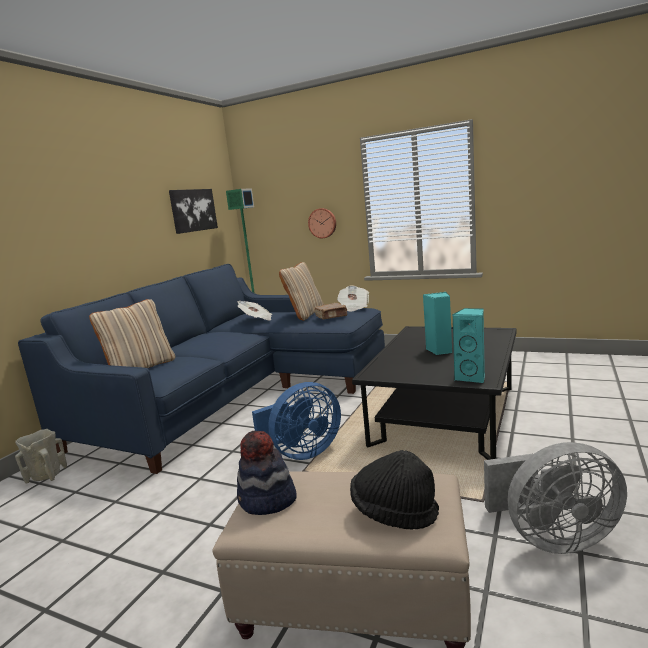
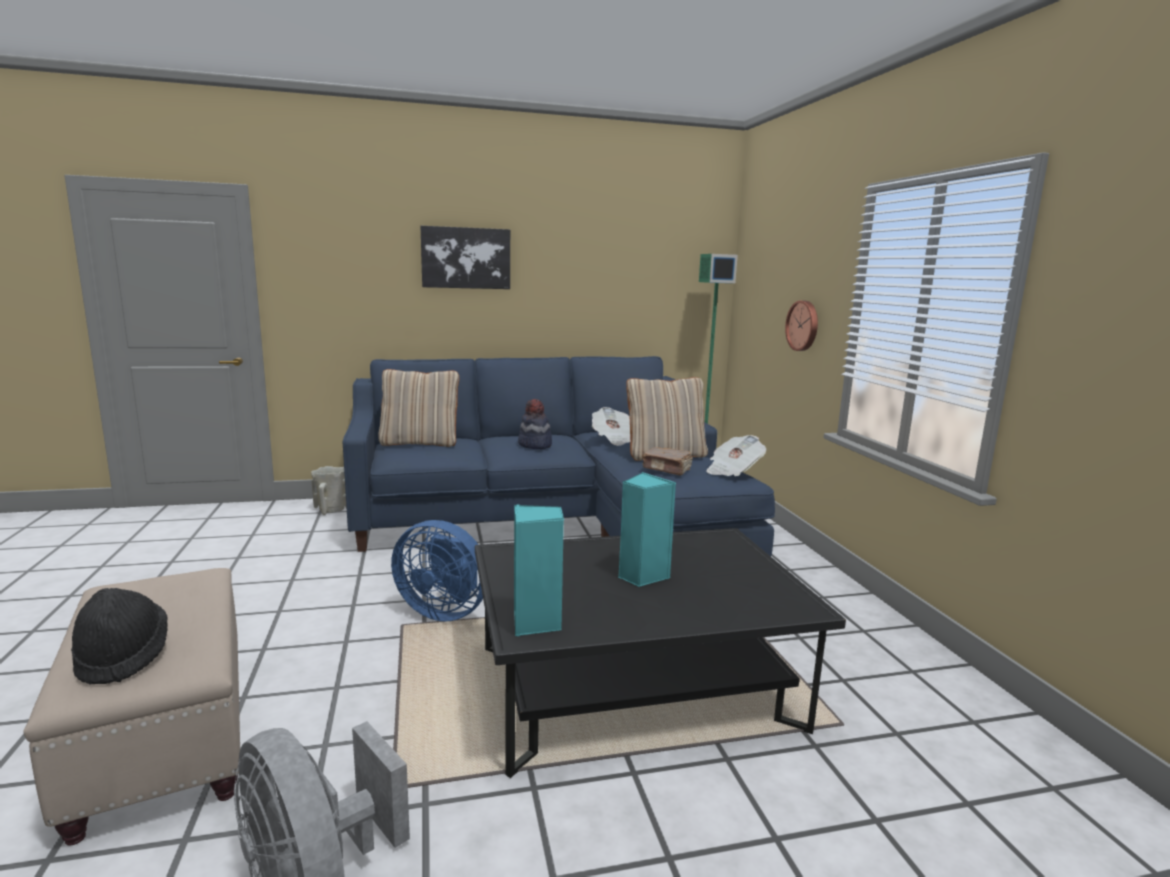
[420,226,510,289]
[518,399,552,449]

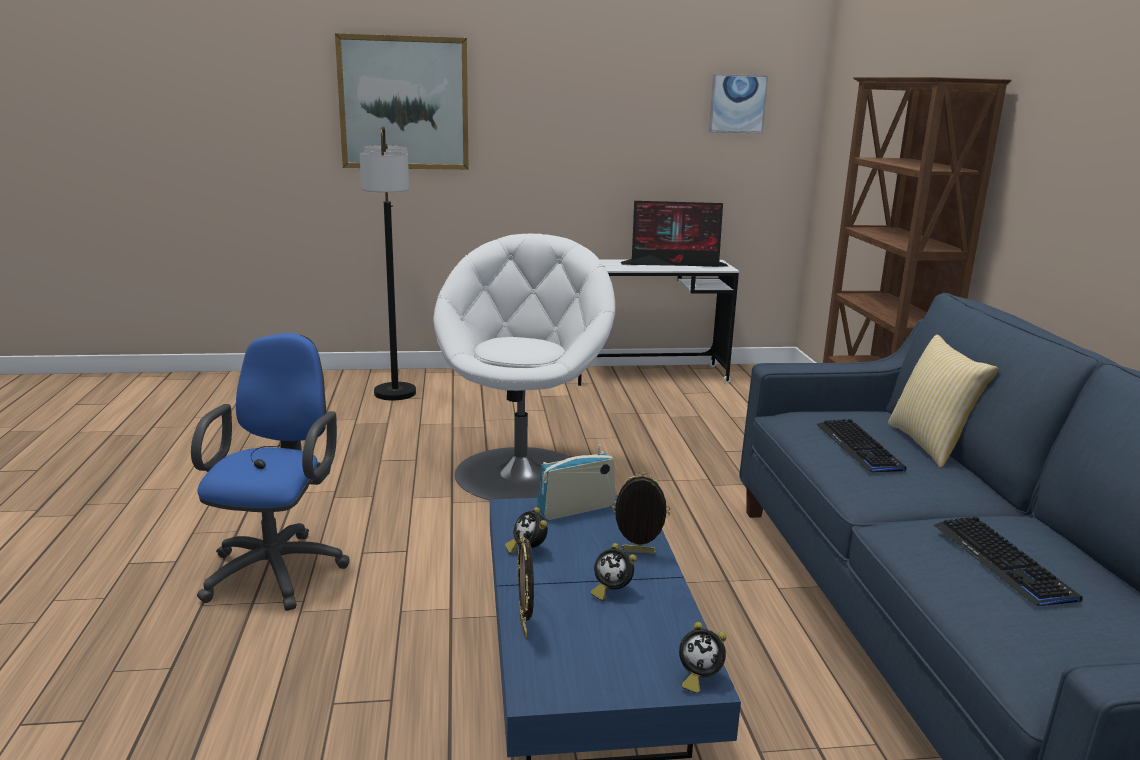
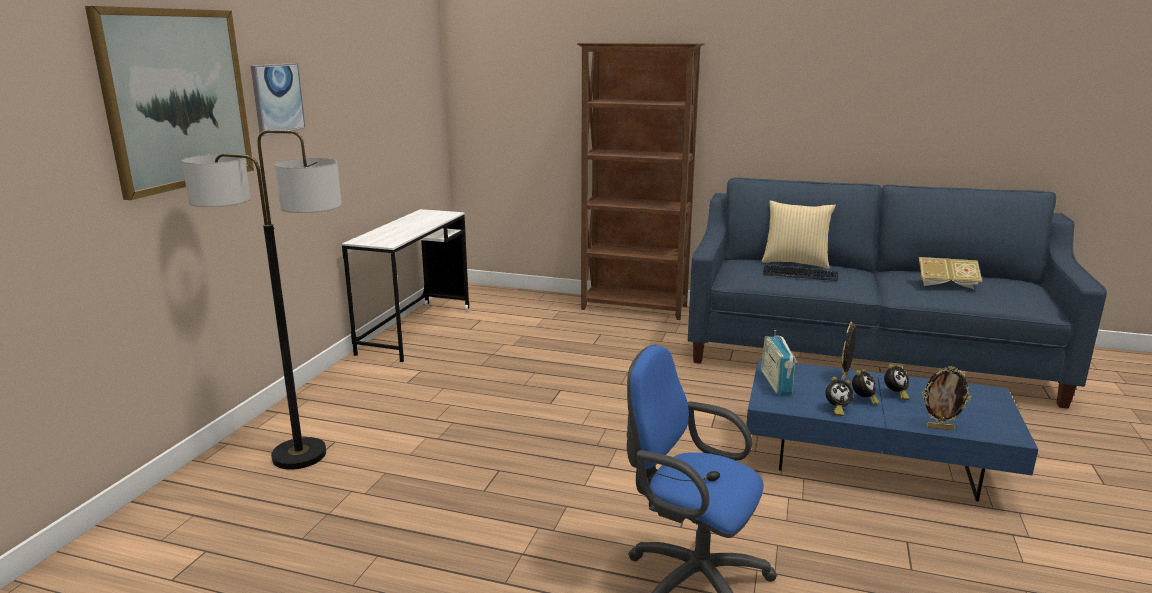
[251,63,306,136]
[621,201,729,267] (first image)
[433,234,615,500] (first image)
[919,257,982,289]
[852,369,880,405]

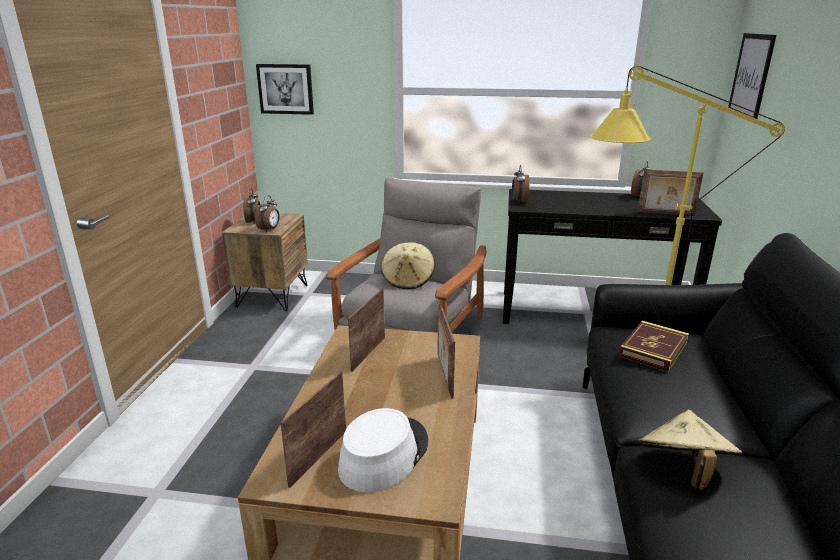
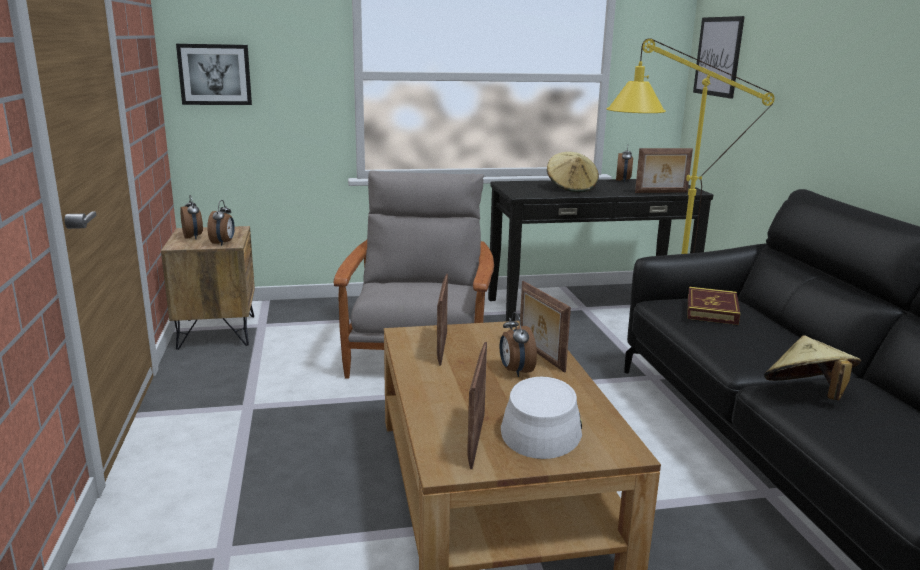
[500,312,537,377]
[547,152,599,193]

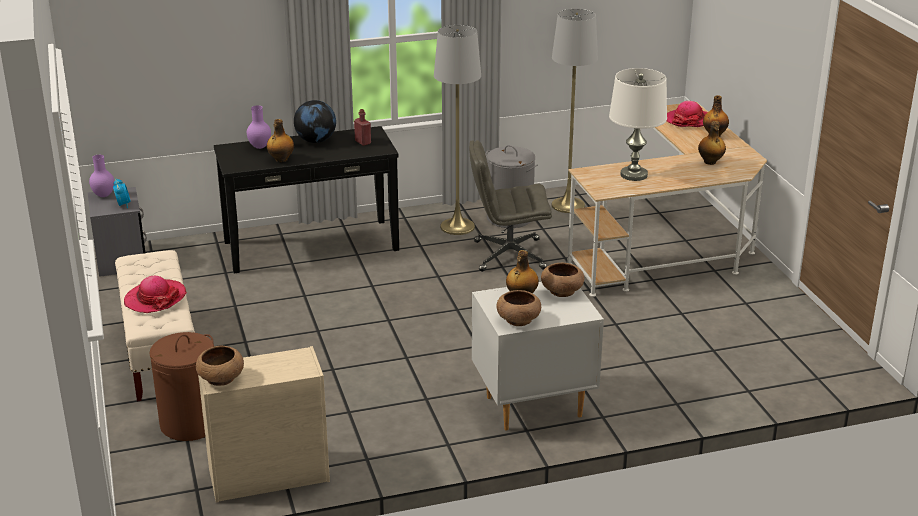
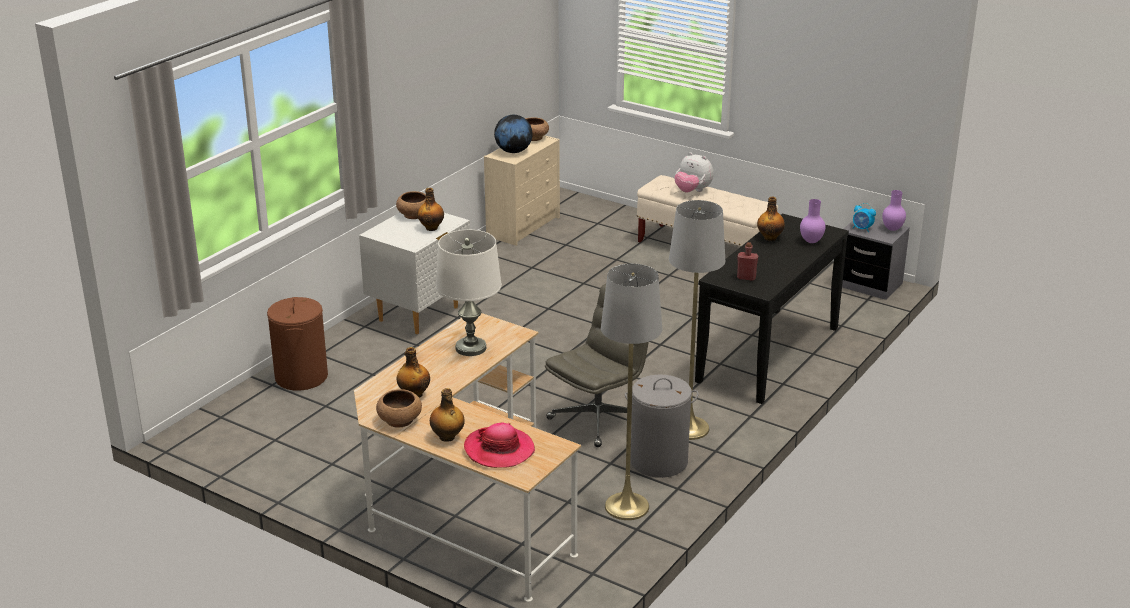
[494,115,533,153]
[376,389,422,428]
[674,152,714,193]
[267,297,328,390]

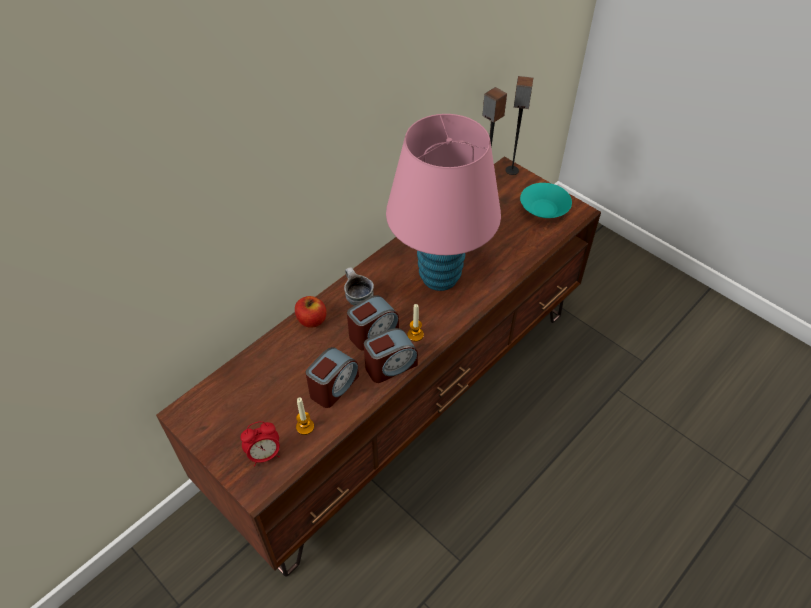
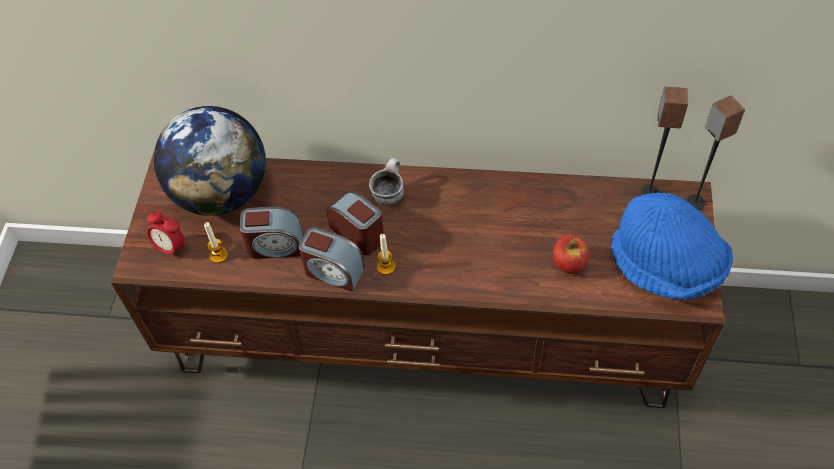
[386,114,501,291] (first image)
[611,193,733,300]
[327,191,384,255]
[553,234,589,274]
[154,106,266,216]

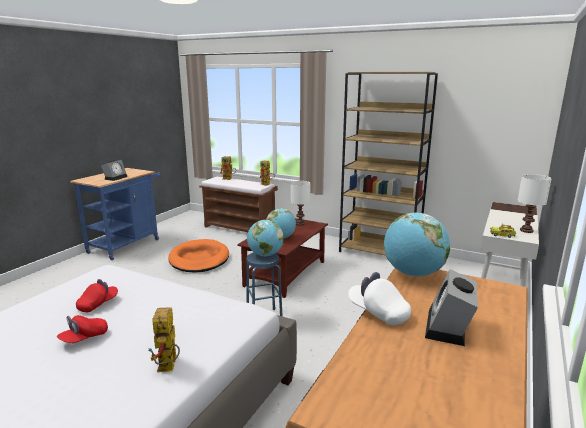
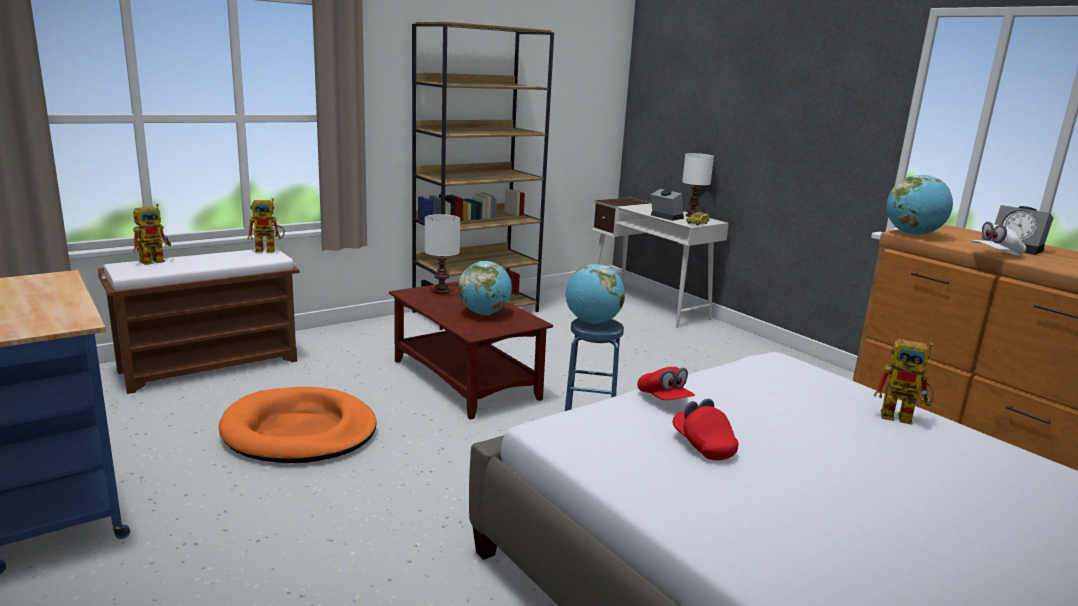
[651,189,684,221]
[638,367,695,400]

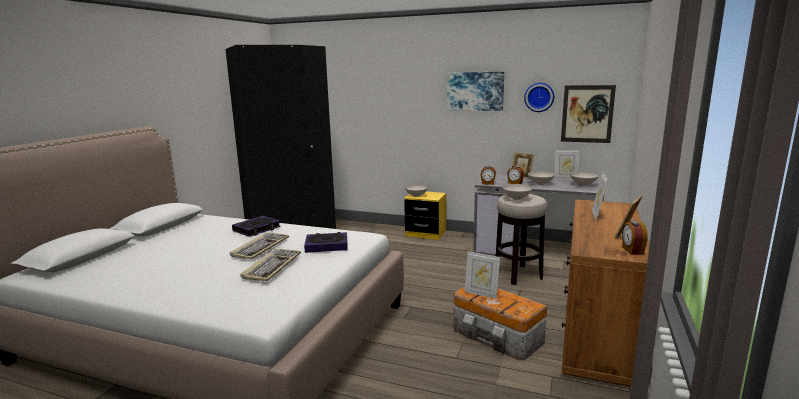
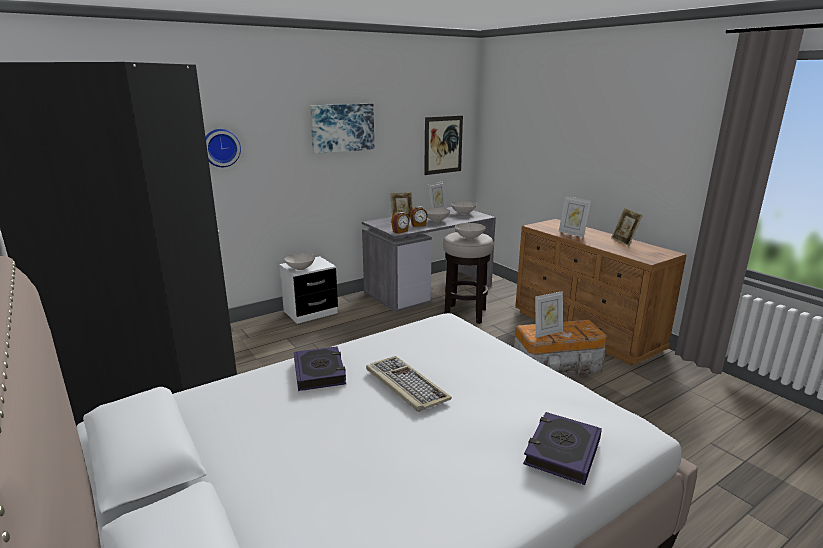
[205,129,241,167]
[279,256,338,324]
[622,221,648,255] (first image)
[523,412,602,485]
[241,248,301,281] (first image)

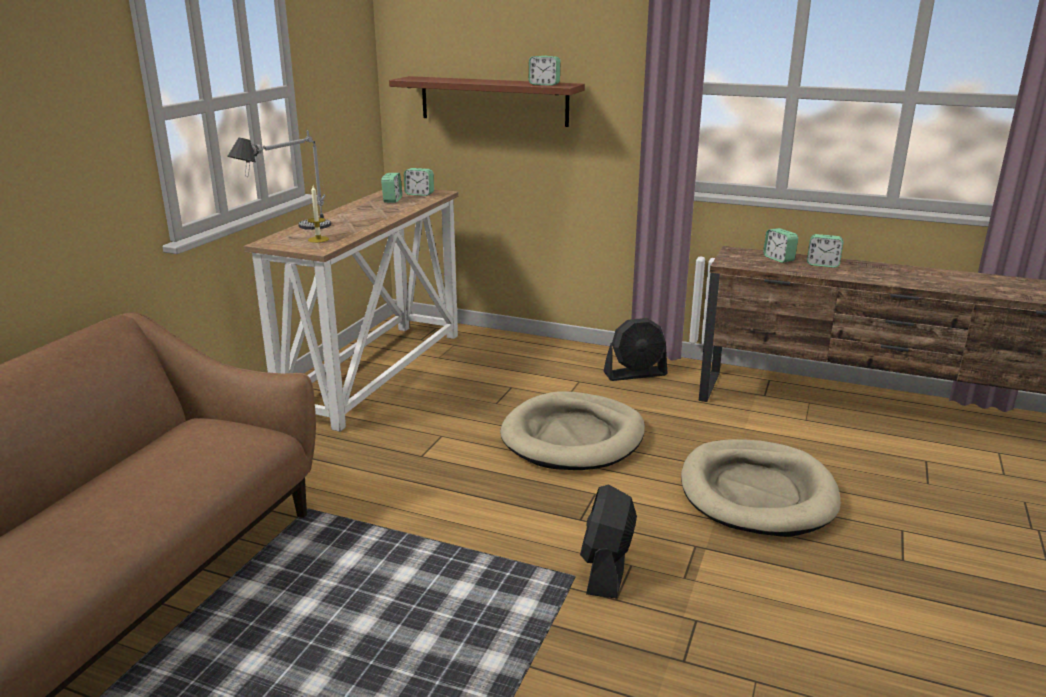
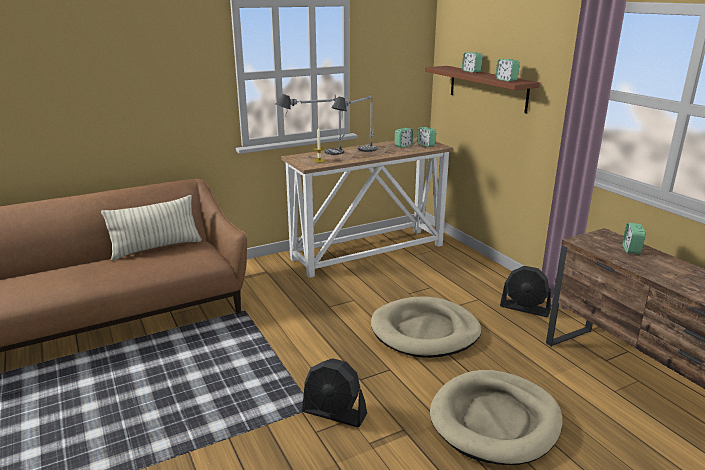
[462,52,483,73]
[302,358,367,427]
[331,92,377,152]
[101,195,202,261]

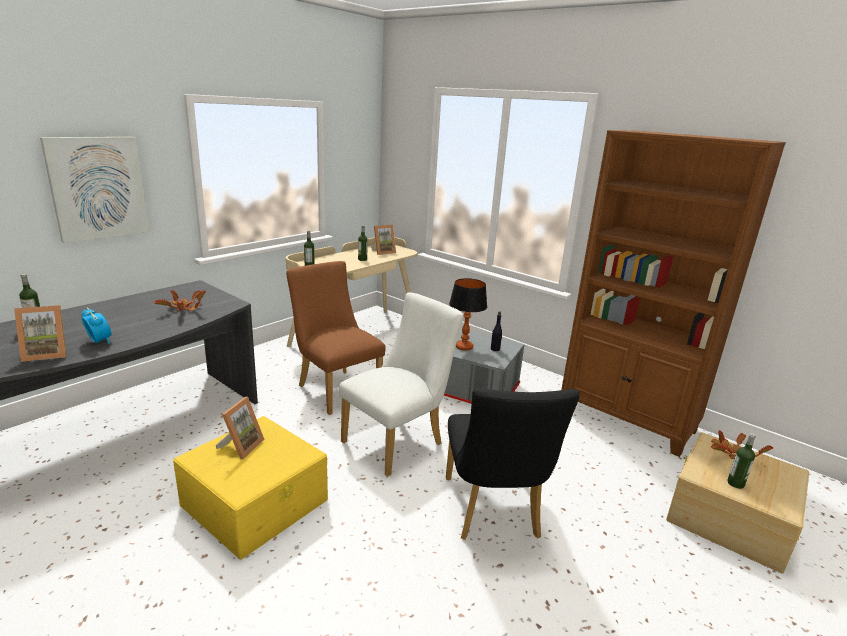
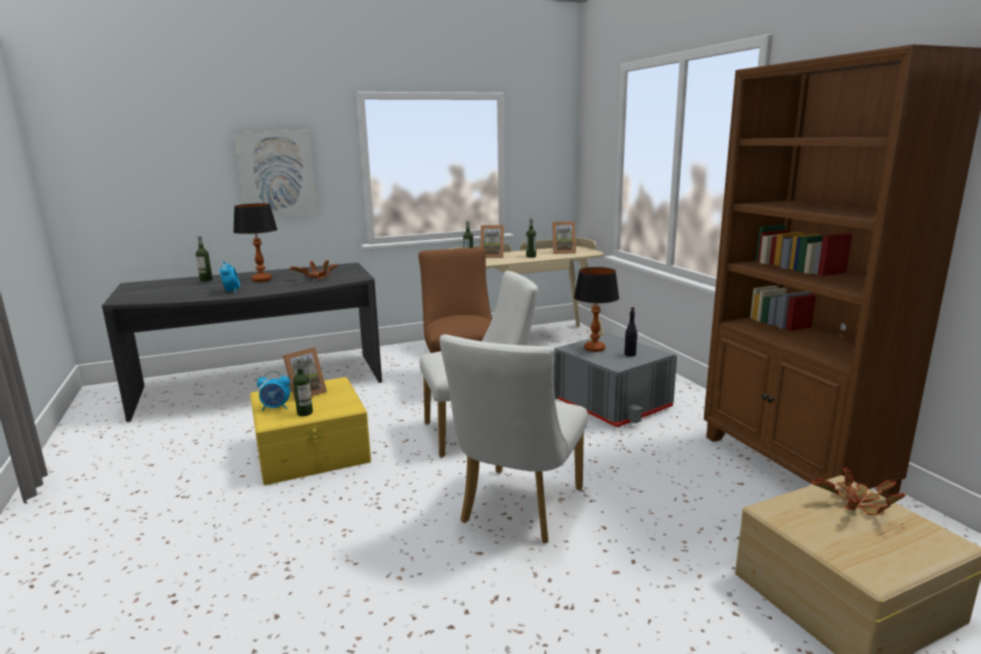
[480,225,504,258]
[439,334,588,543]
[293,358,313,416]
[233,203,277,282]
[257,371,290,411]

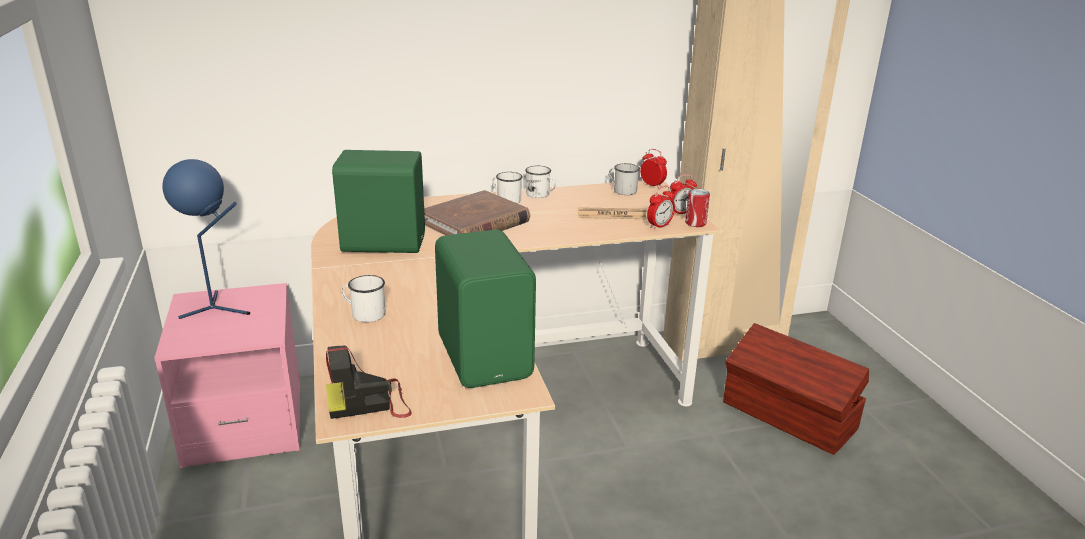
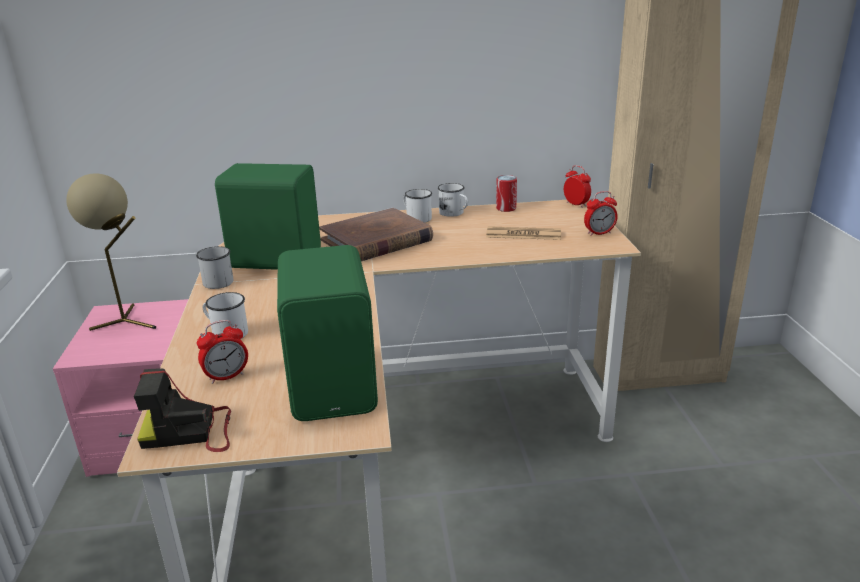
[66,174,156,331]
[196,246,234,289]
[197,320,248,384]
[496,175,517,212]
[723,323,869,455] (first image)

